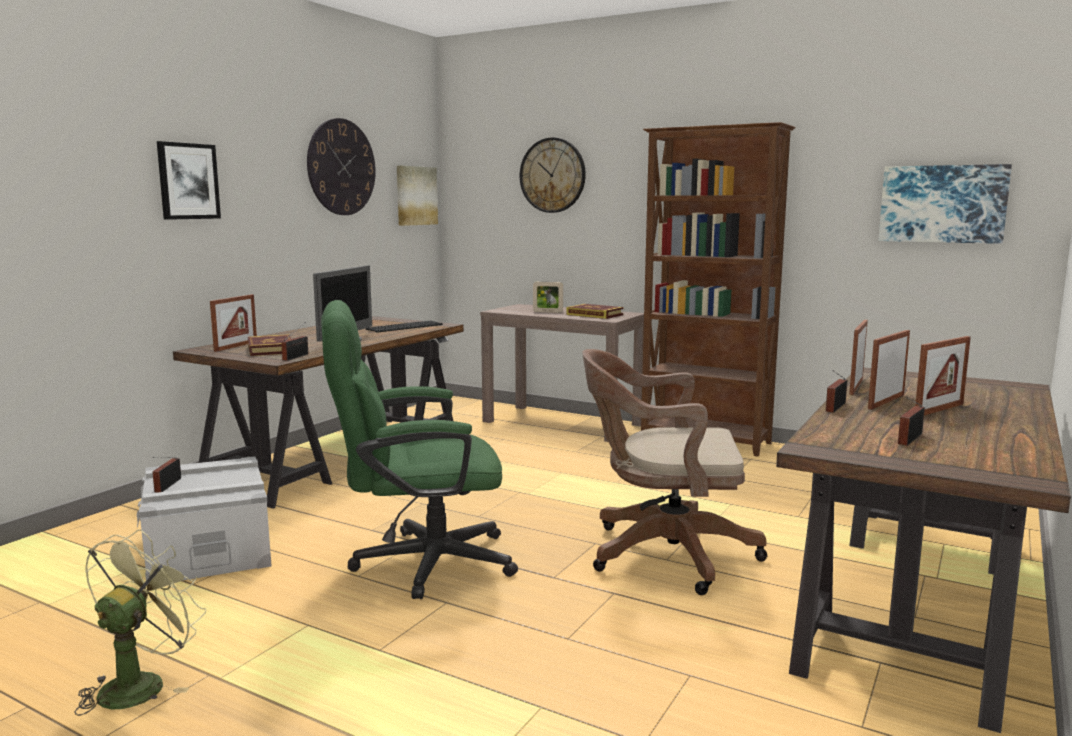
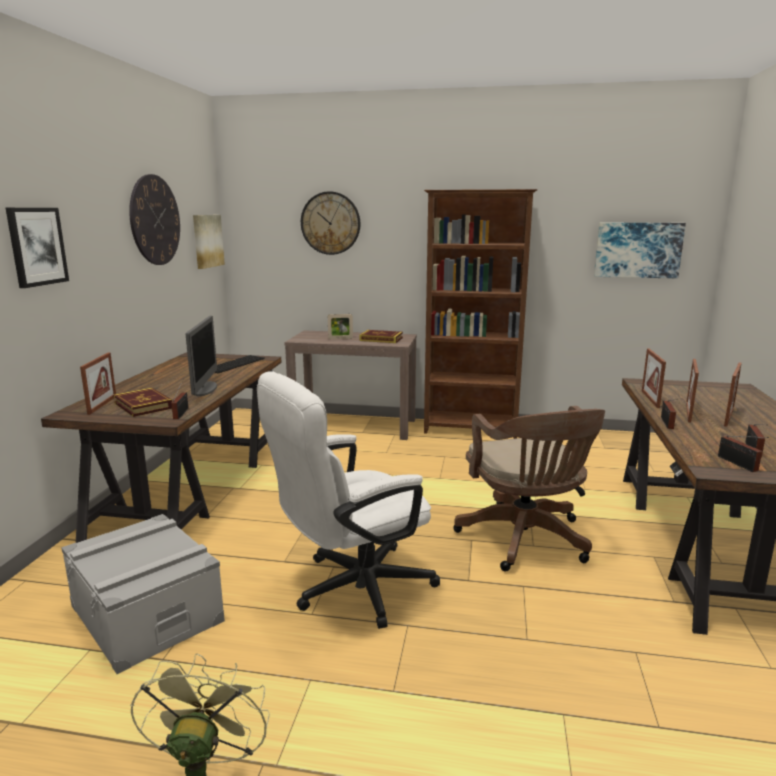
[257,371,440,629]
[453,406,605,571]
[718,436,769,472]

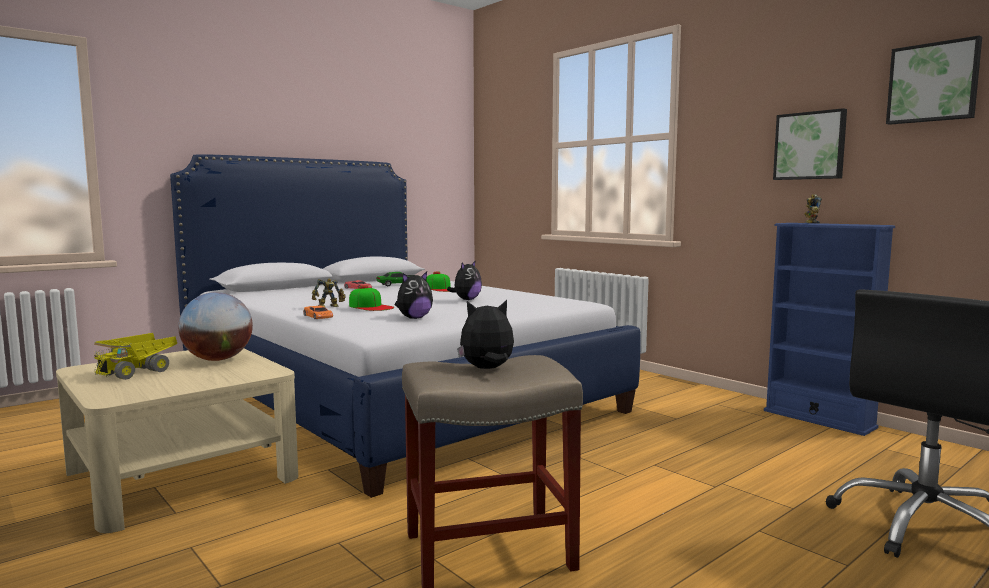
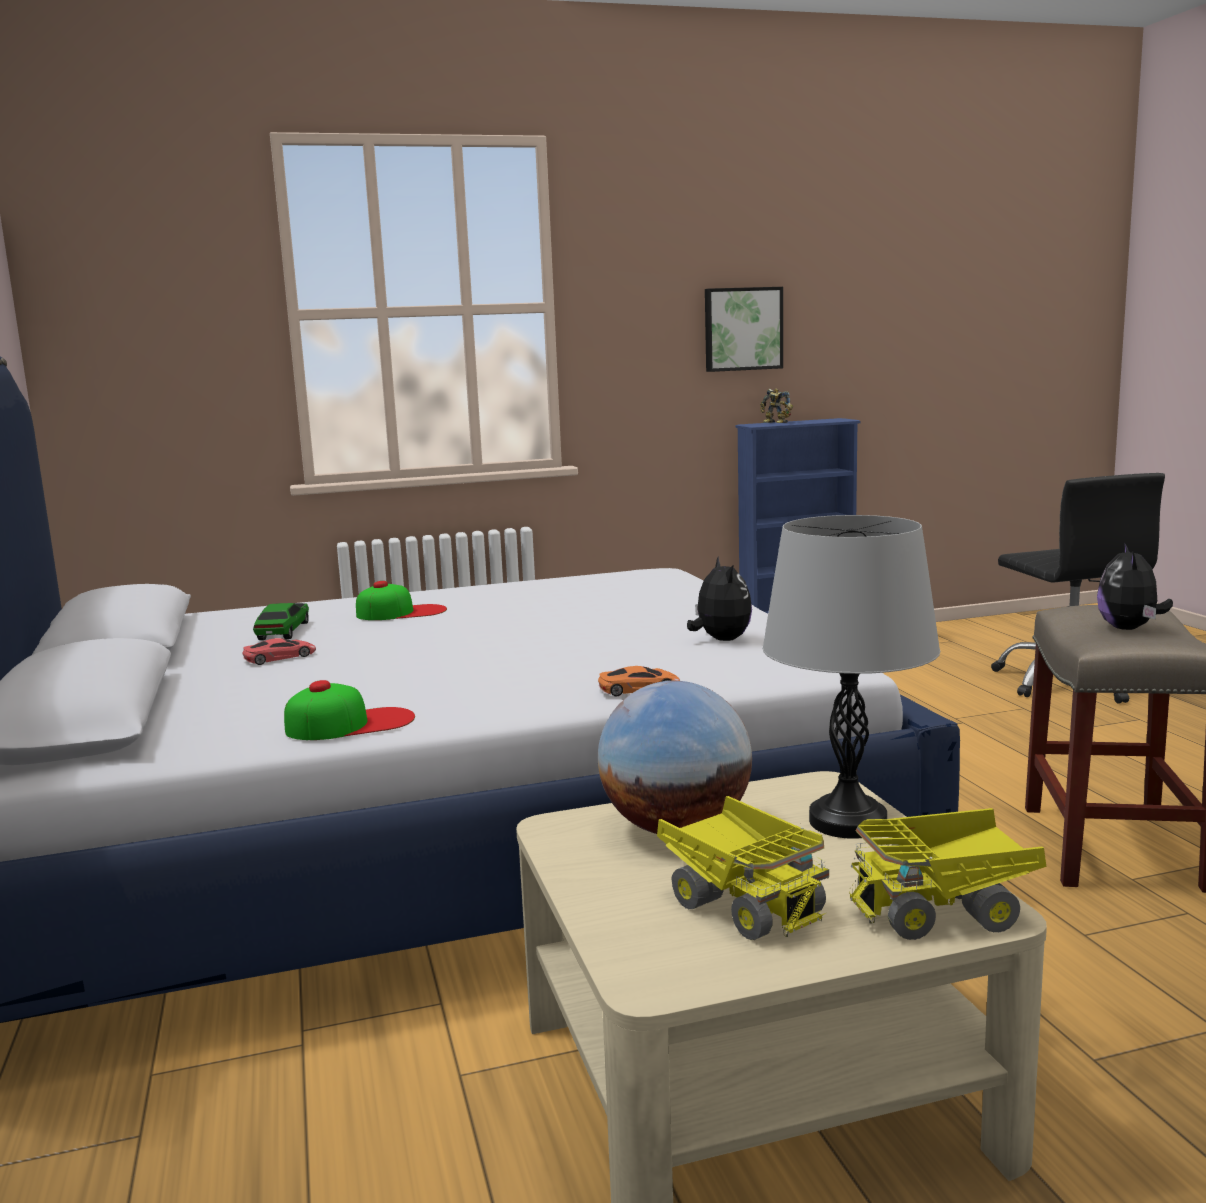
[886,35,982,125] (first image)
[447,260,482,300] (first image)
[312,278,346,307] (first image)
[284,680,415,740]
[762,515,941,839]
[849,808,1046,940]

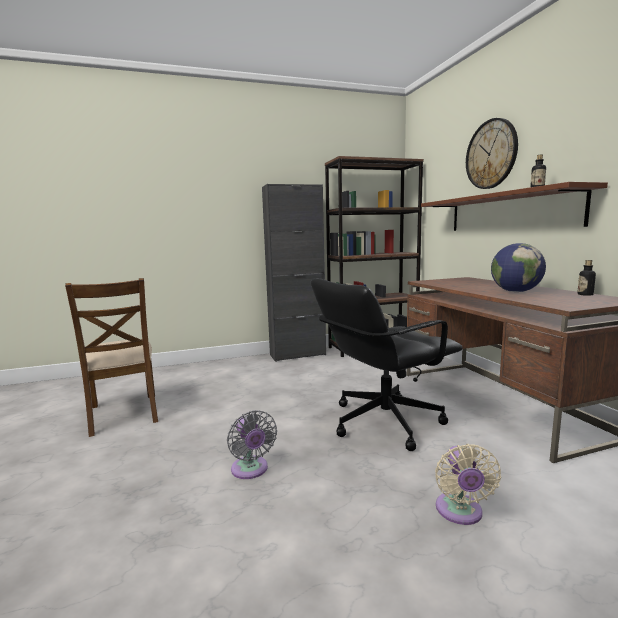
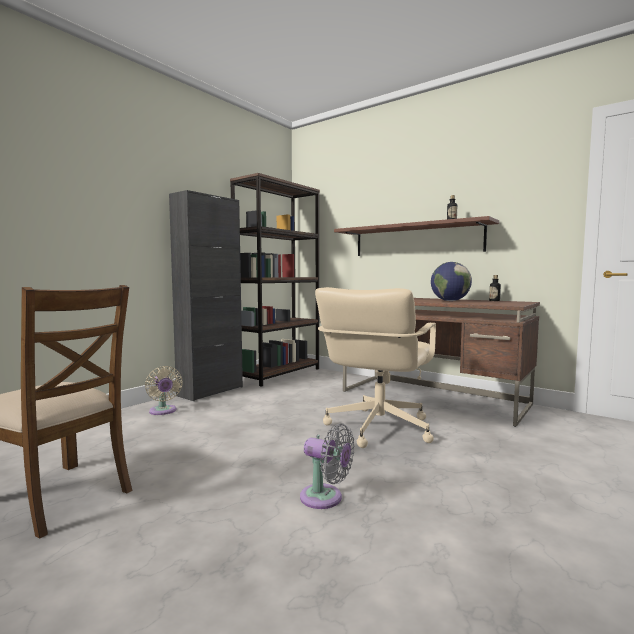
[466,118,518,189] (first image)
[315,287,436,448]
[145,366,183,415]

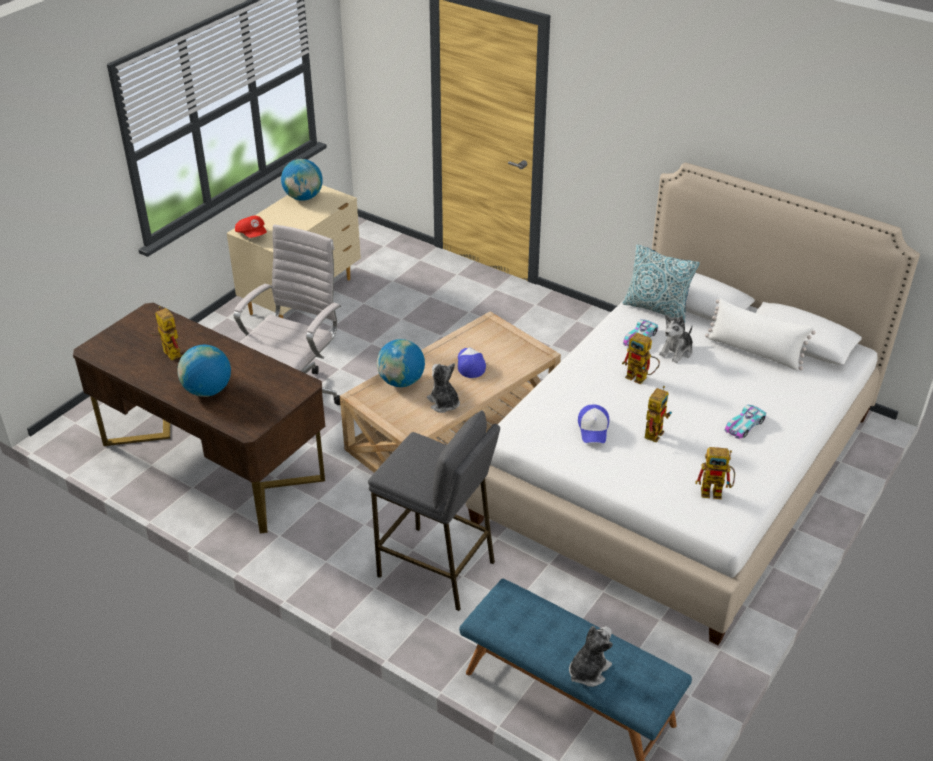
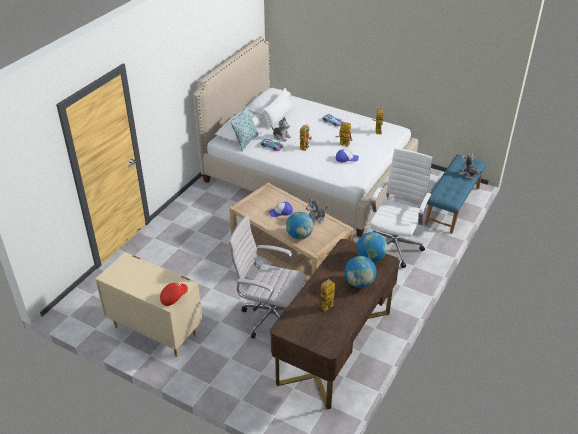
[357,232,387,263]
[370,148,432,268]

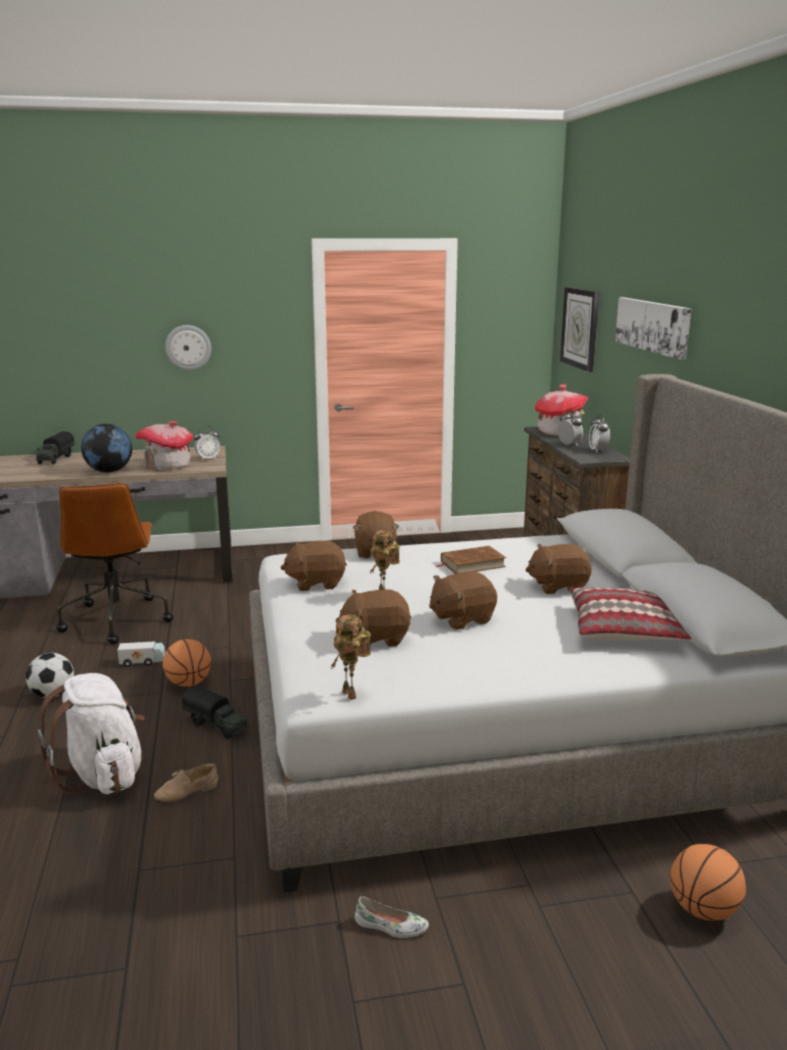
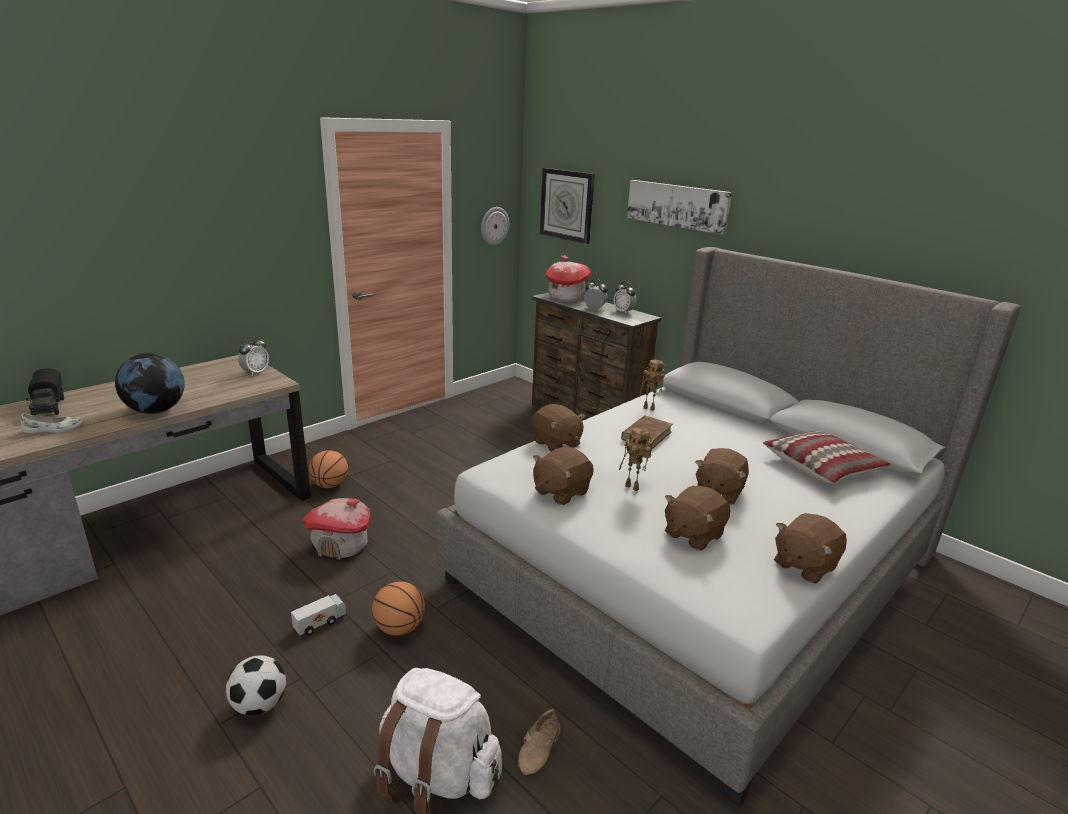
[481,207,509,245]
[303,498,370,560]
[56,483,173,644] (first image)
[774,513,847,584]
[640,360,666,411]
[182,686,249,739] (first image)
[308,450,348,488]
[20,413,84,434]

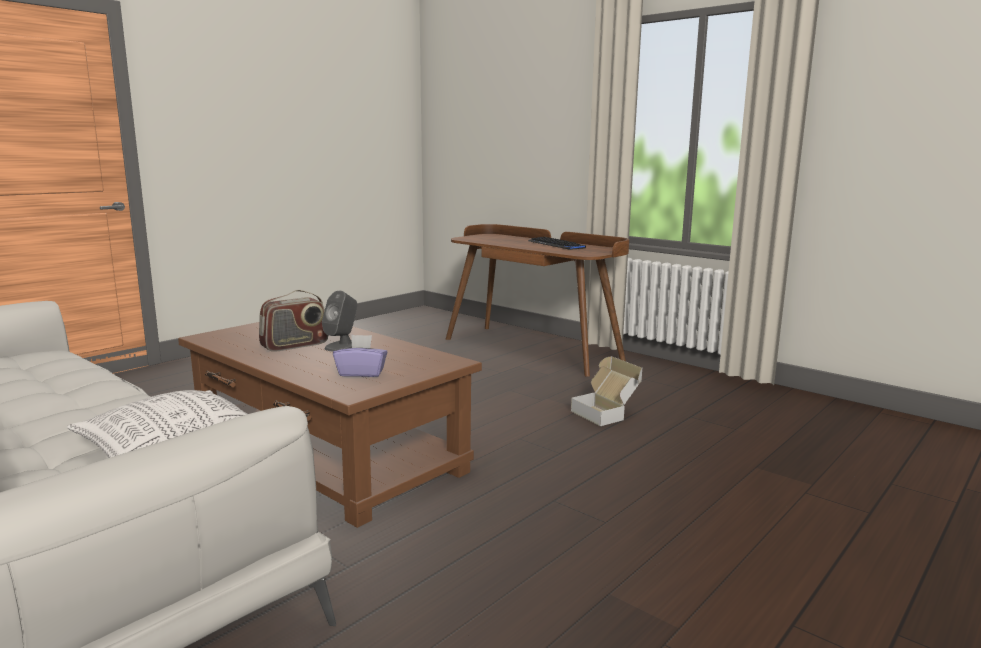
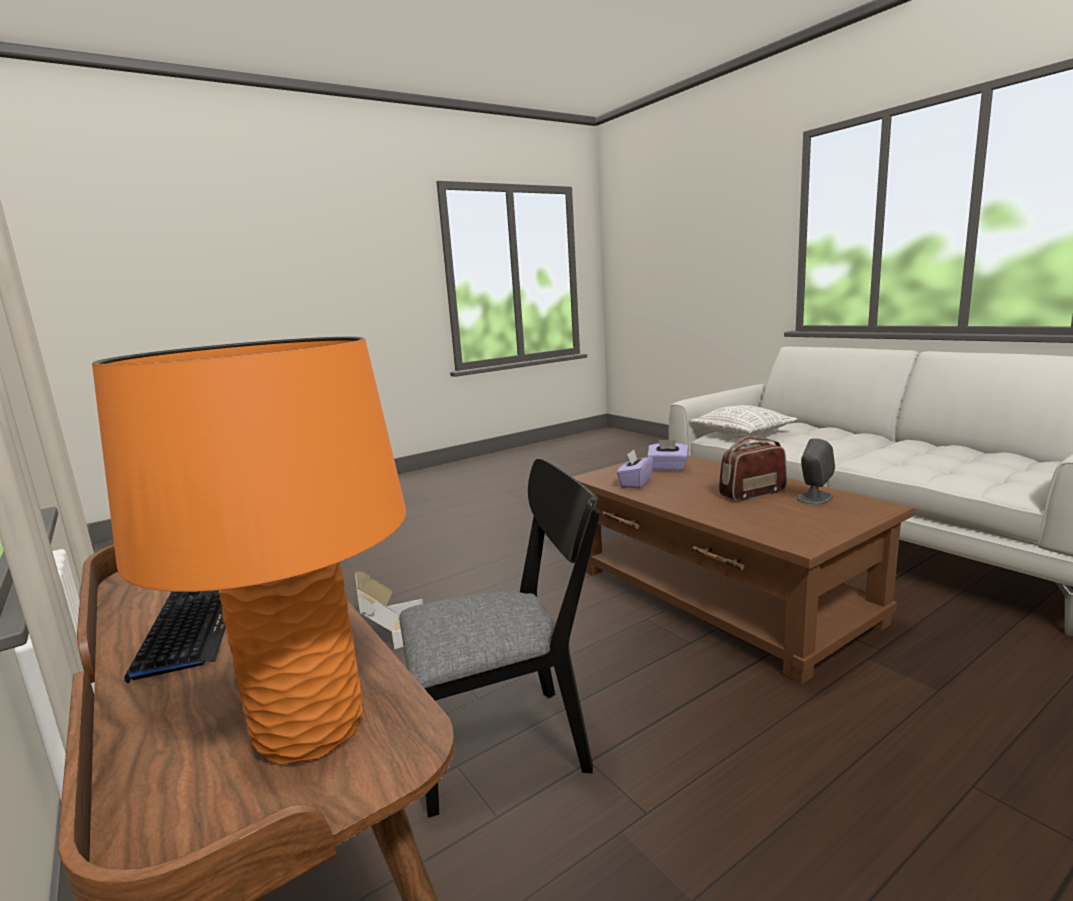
[797,438,835,505]
[92,337,406,765]
[617,450,653,489]
[399,459,600,818]

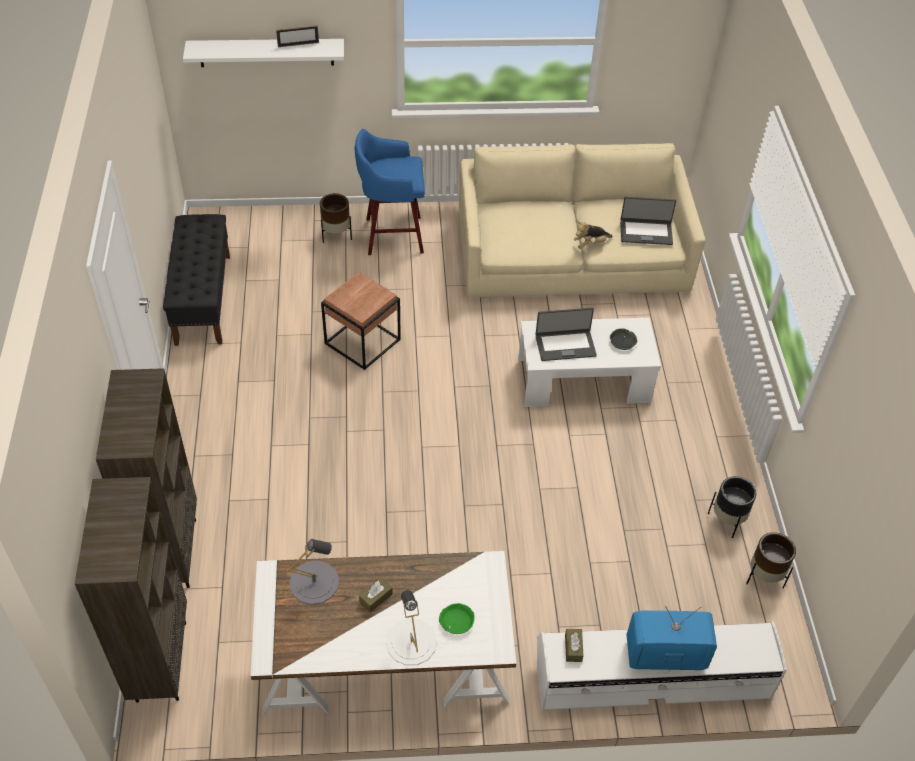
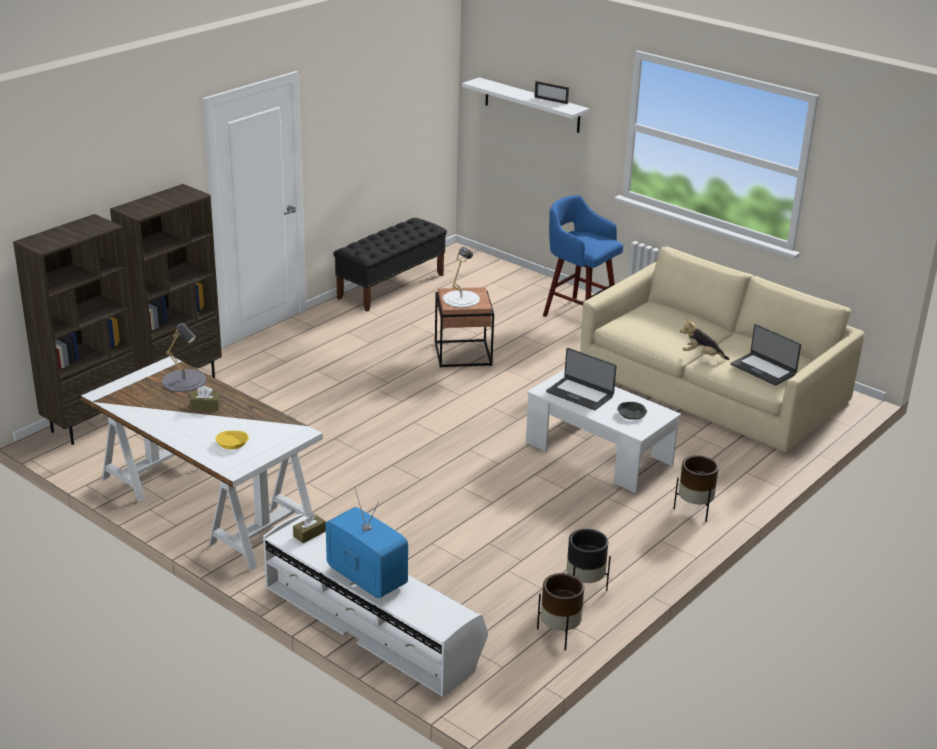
[674,455,719,522]
[443,247,480,308]
[215,430,249,449]

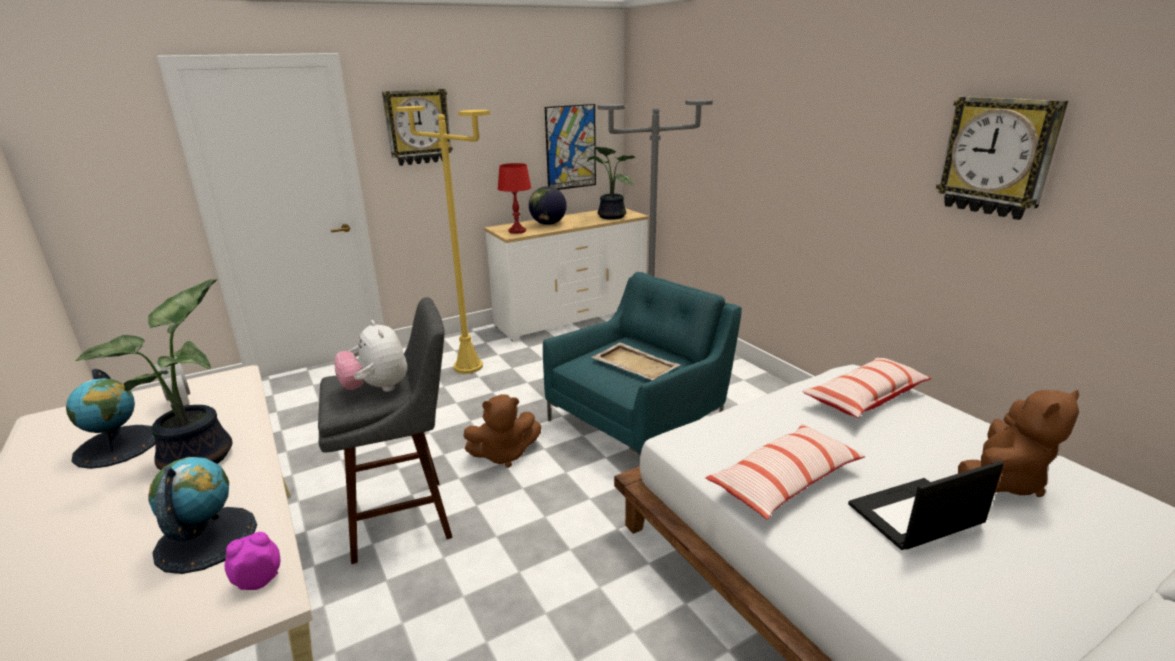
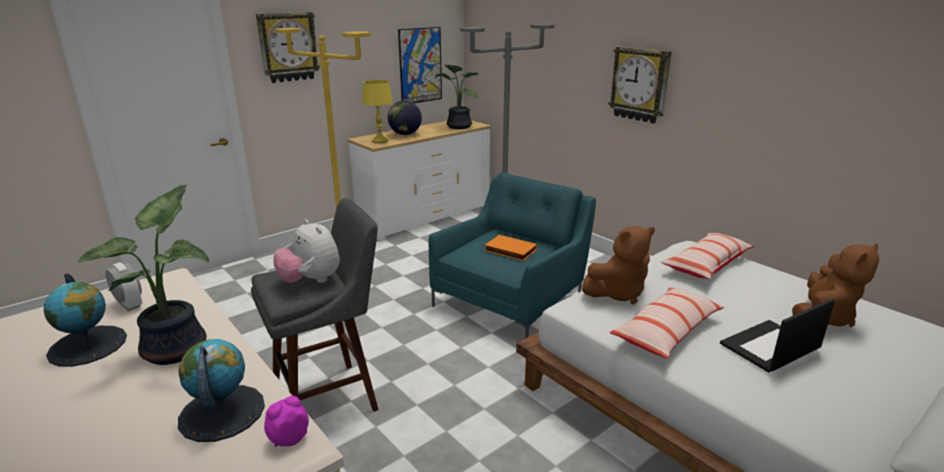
[608,46,672,124]
[362,80,393,143]
[485,235,537,261]
[582,226,655,304]

